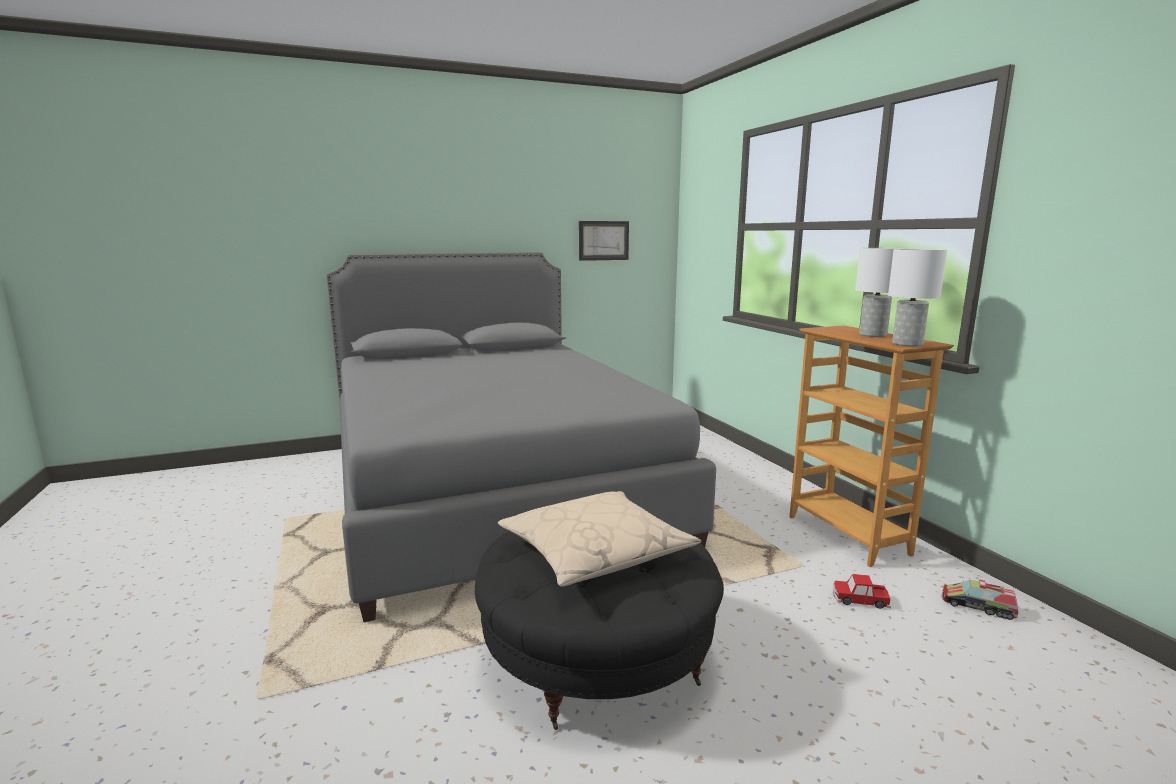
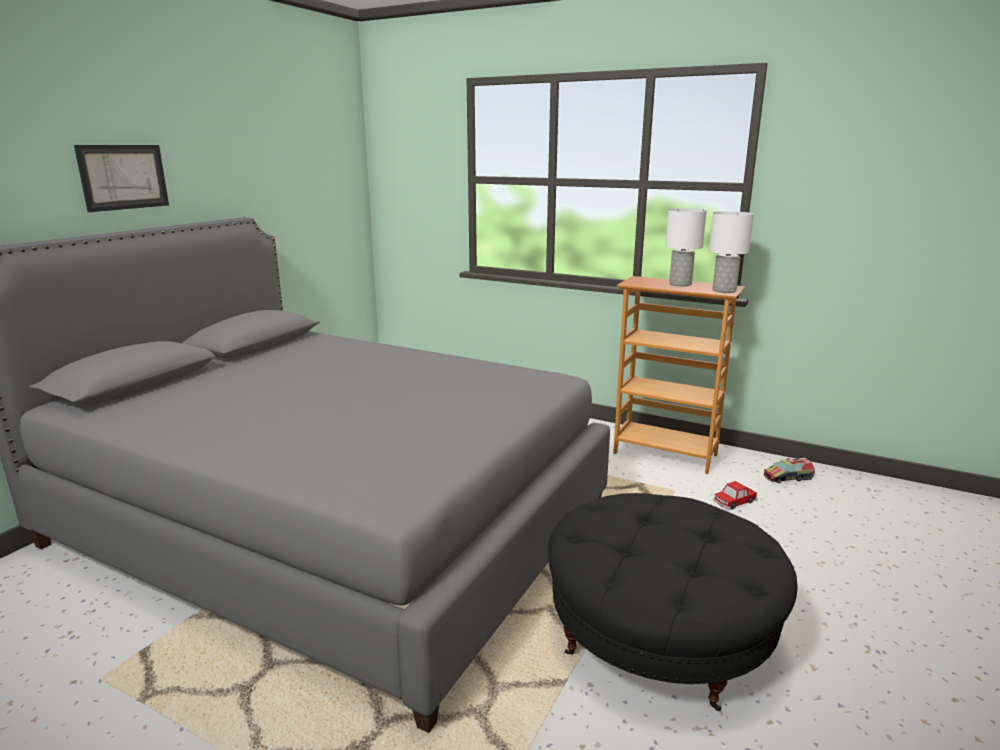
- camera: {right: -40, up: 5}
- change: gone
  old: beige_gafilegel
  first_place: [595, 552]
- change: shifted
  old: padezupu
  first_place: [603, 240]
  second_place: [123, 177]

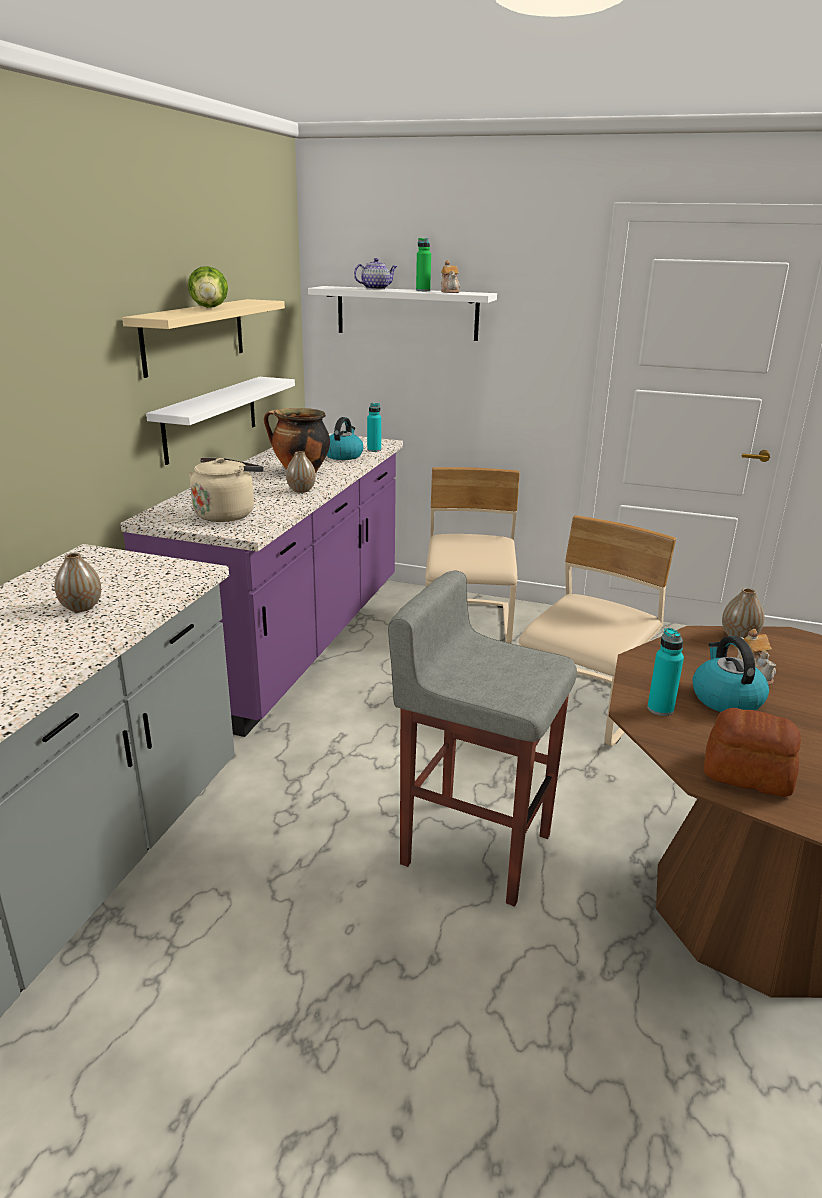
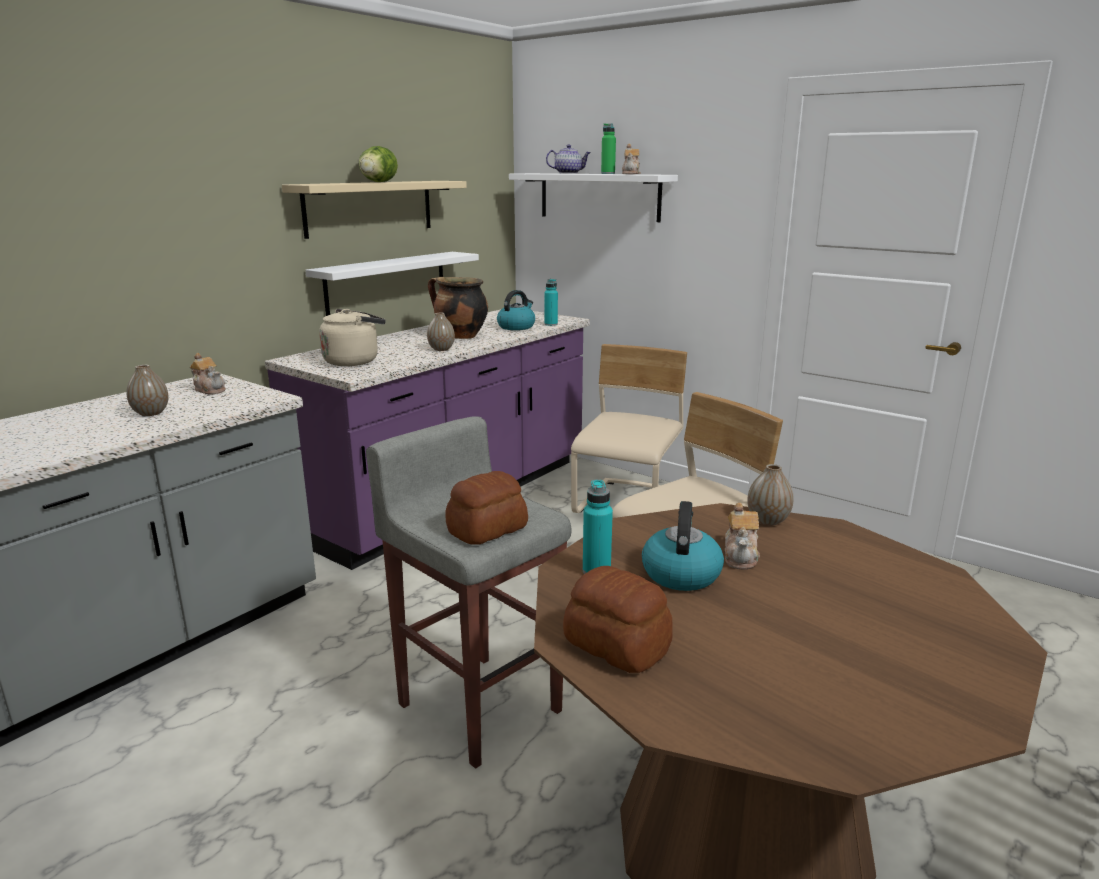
- camera: {right: 20, up: -5}
- change: new
  new: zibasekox
  second_place: [210, 390]
- change: new
  new: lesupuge
  second_place: [486, 530]

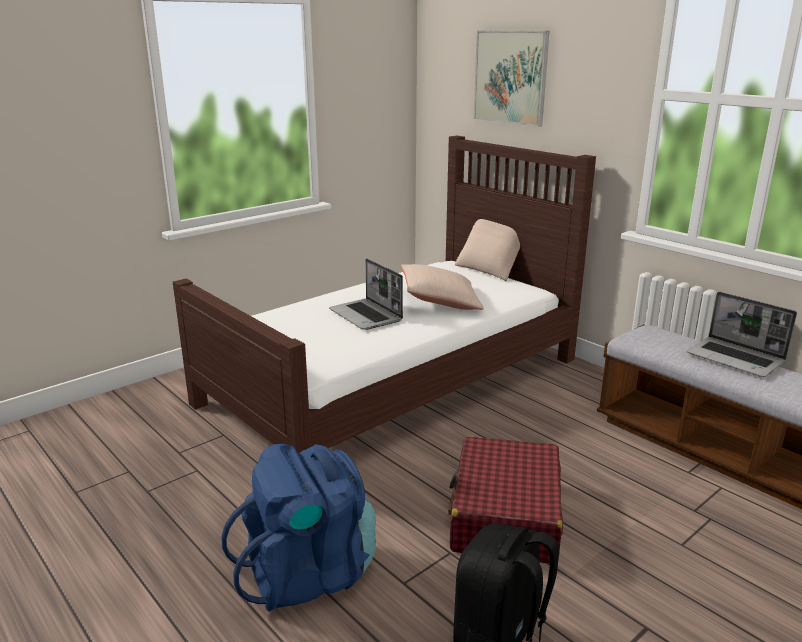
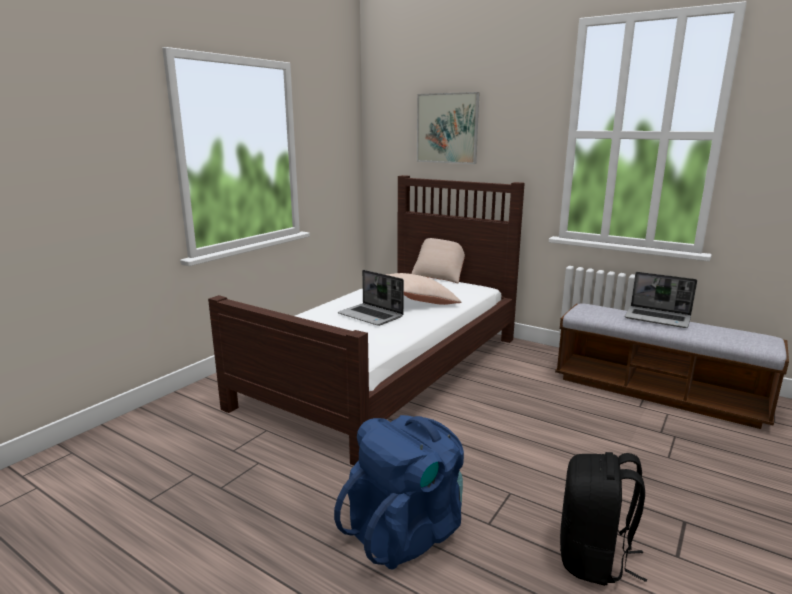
- camera: {right: -15, up: -5}
- change: gone
  old: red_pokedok
  first_place: [505, 515]

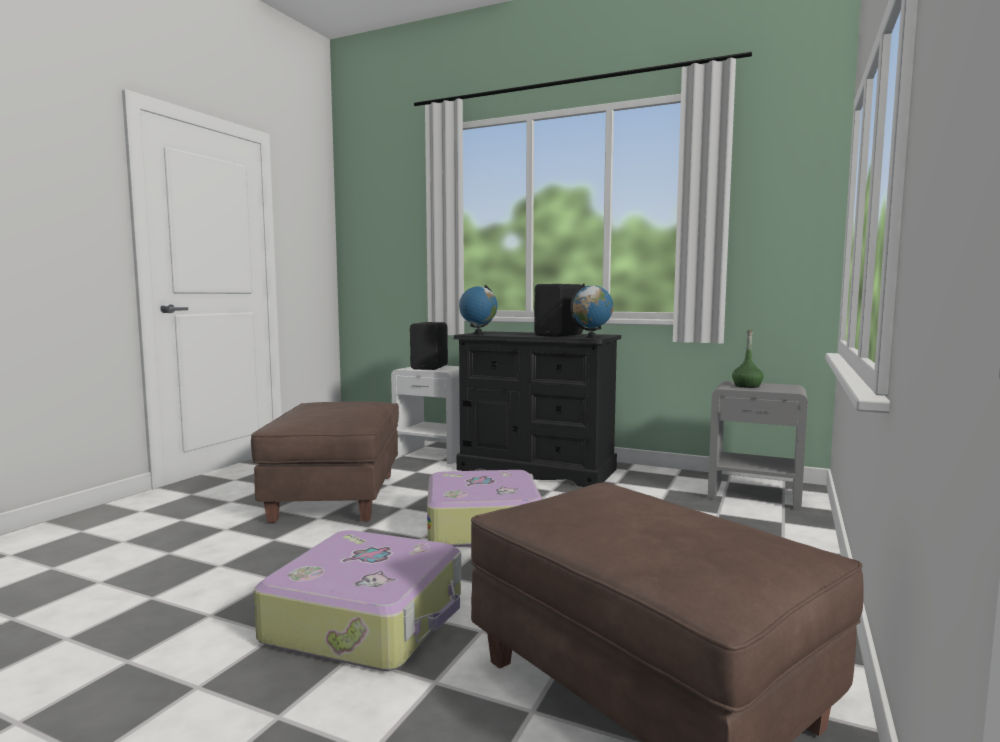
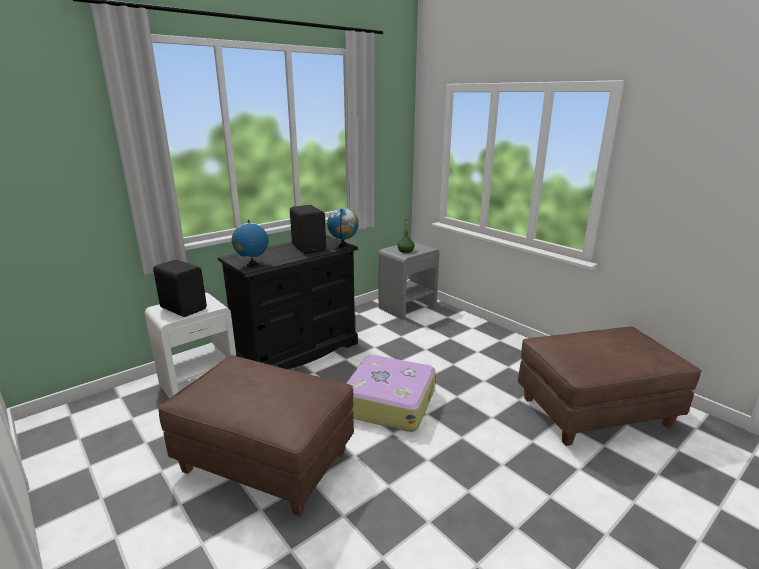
- camera: {right: -65, up: 15}
- change: gone
  old: pokedok
  first_place: [368, 619]

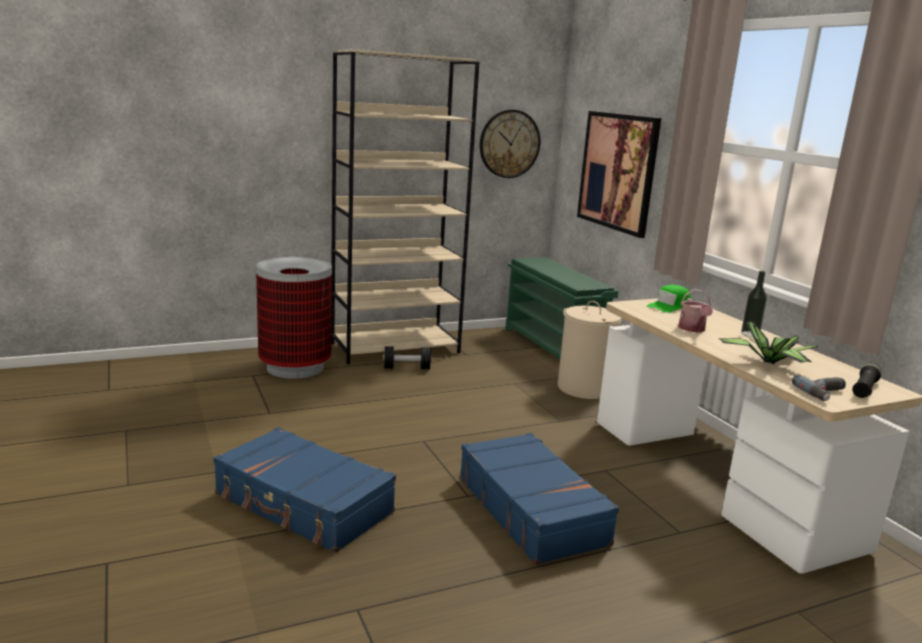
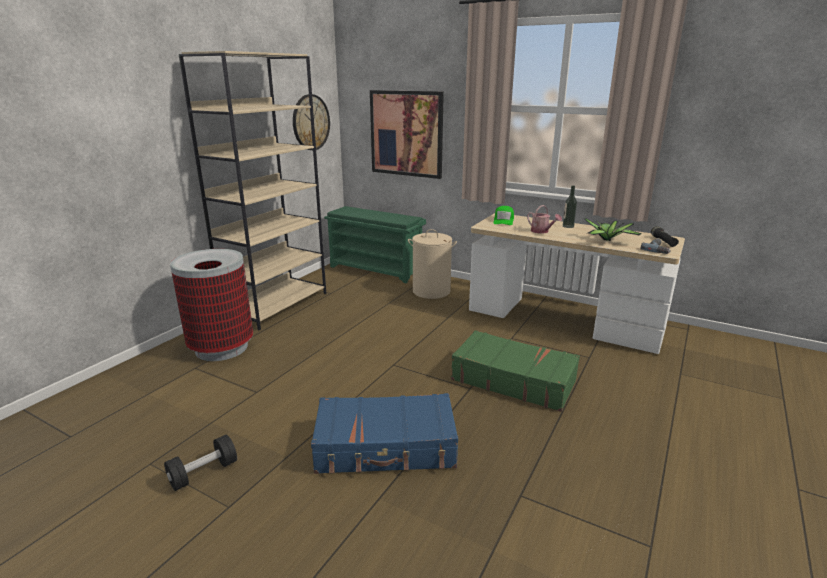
- camera: {right: -35, up: 5}
- change: shifted
  old: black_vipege
  first_place: [406, 368]
  second_place: [203, 473]
- change: repainted
  old: blue_pokedok
  new: green_pokedok
  first_place: [532, 510]
  second_place: [513, 380]

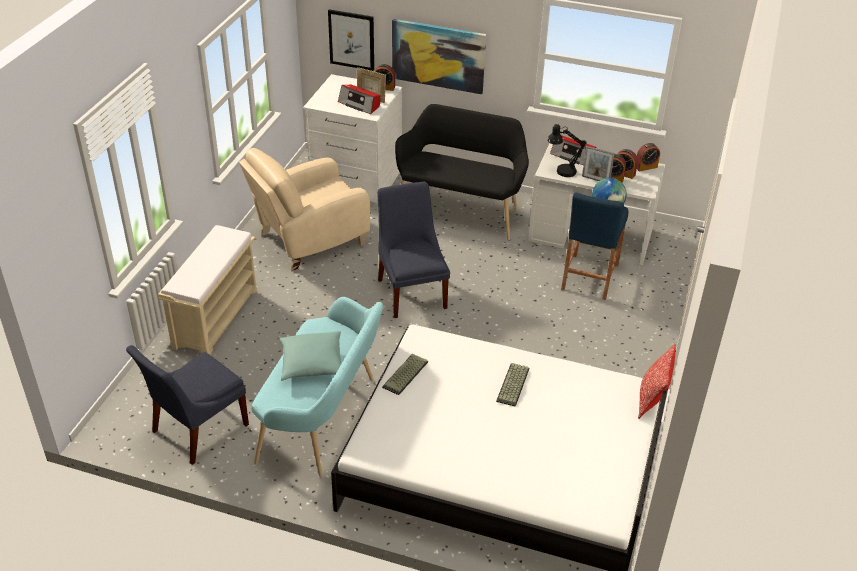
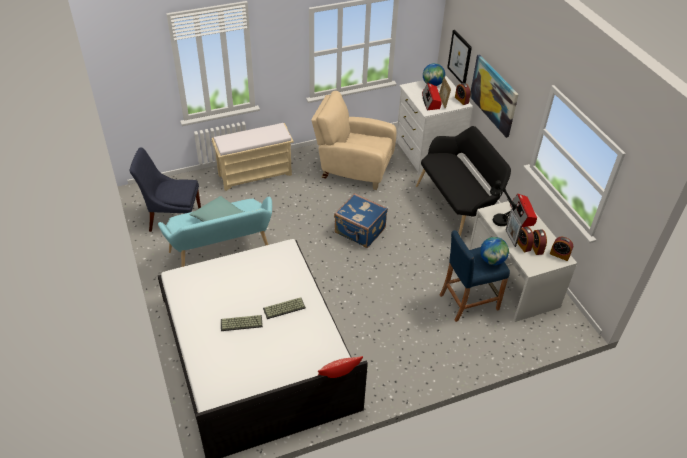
- camera: {right: 50, up: 5}
- change: new
  new: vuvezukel
  second_place: [432, 84]
- change: shifted
  old: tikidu
  first_place: [406, 375]
  second_place: [241, 324]
- change: swapped
  old: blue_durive
  new: blue_pokedok
  first_place: [412, 291]
  second_place: [359, 231]

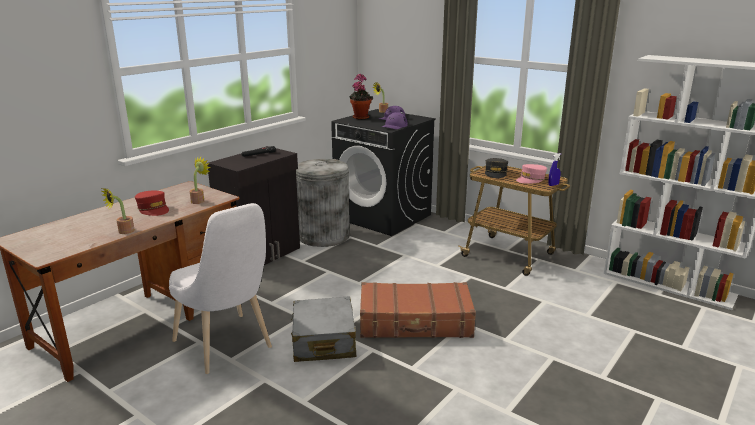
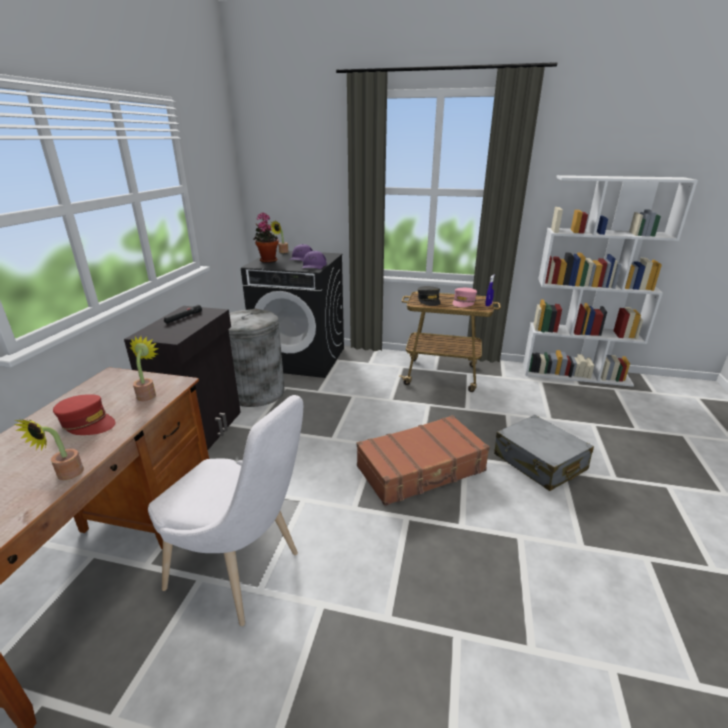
- camera: {right: -25, up: 5}
- change: shifted
  old: grey_pokedok
  first_place: [324, 341]
  second_place: [539, 462]

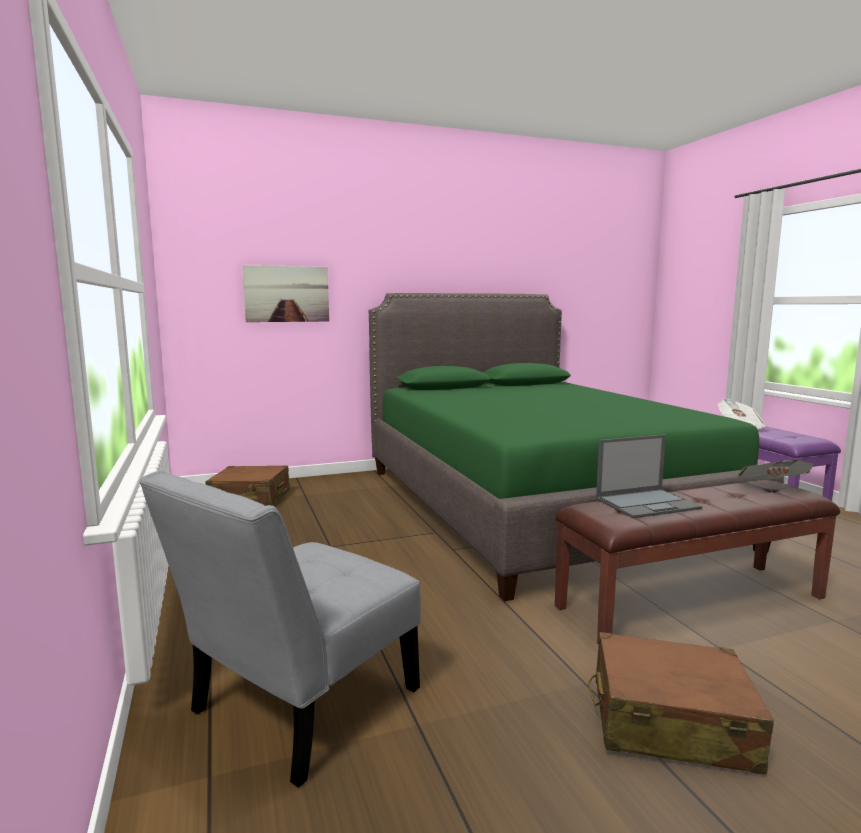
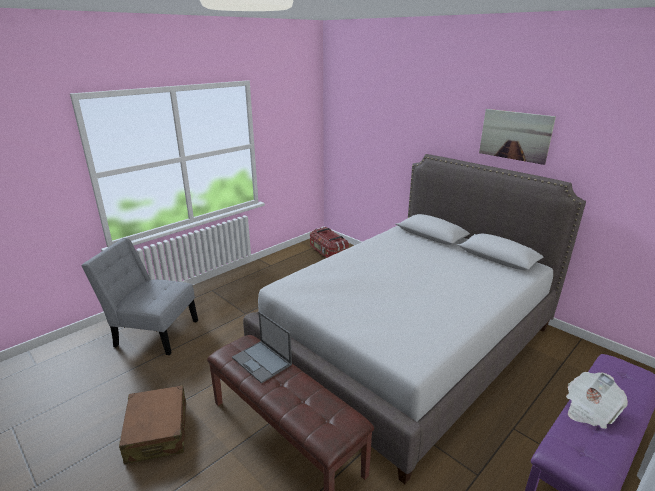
- camera: {right: 65, up: 15}
- change: gone
  old: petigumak
  first_place: [771, 488]
- change: shifted
  old: padezupu
  first_place: [287, 294]
  second_place: [515, 135]
- change: swapped
  old: brown_pokedok
  new: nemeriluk
  first_place: [250, 498]
  second_place: [328, 253]
- change: repainted
  old: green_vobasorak
  new: grey_vobasorak
  first_place: [534, 504]
  second_place: [407, 344]

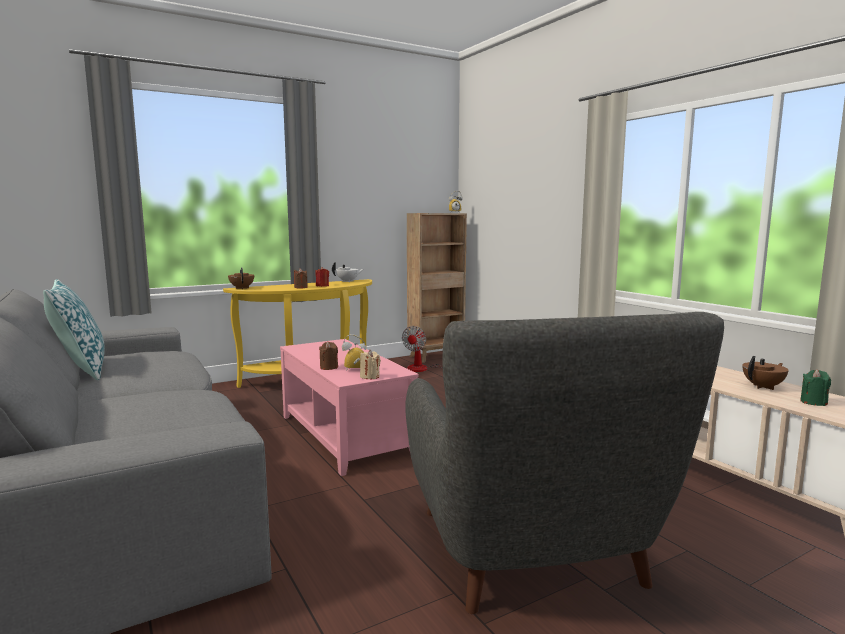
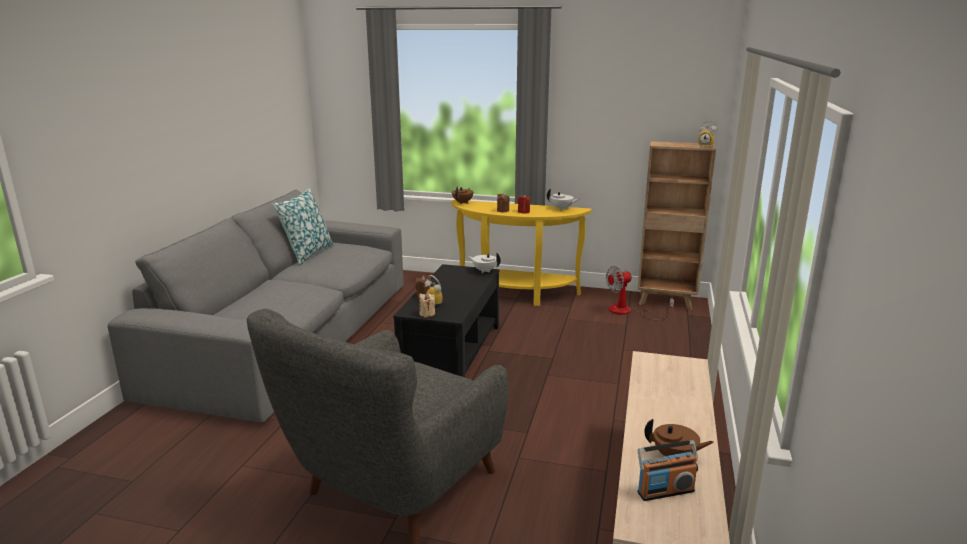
- camera: {right: 45, up: 10}
- change: new
  new: white_zibasekox
  second_place: [484, 271]
- change: swapped
  old: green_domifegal
  new: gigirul
  first_place: [813, 402]
  second_place: [665, 491]
- change: repainted
  old: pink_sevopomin
  new: black_sevopomin
  first_place: [344, 435]
  second_place: [452, 352]

